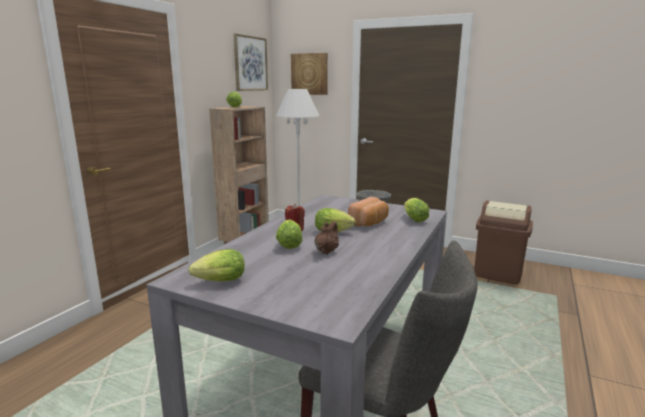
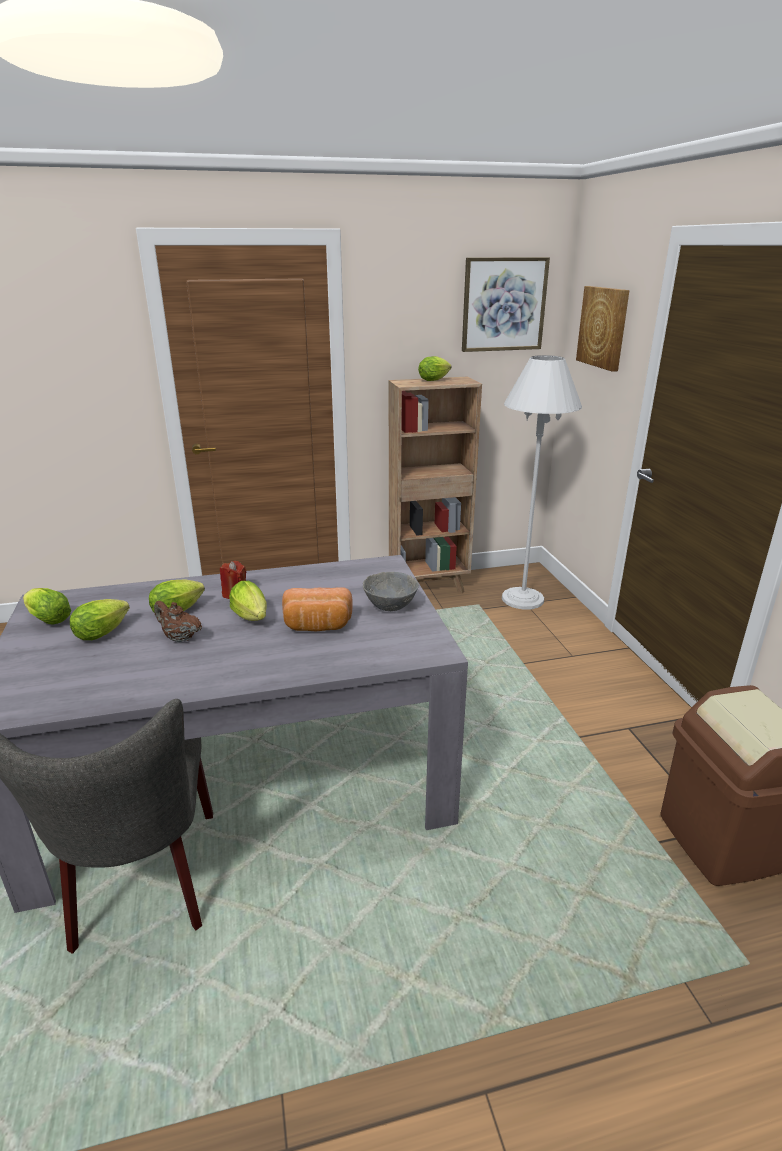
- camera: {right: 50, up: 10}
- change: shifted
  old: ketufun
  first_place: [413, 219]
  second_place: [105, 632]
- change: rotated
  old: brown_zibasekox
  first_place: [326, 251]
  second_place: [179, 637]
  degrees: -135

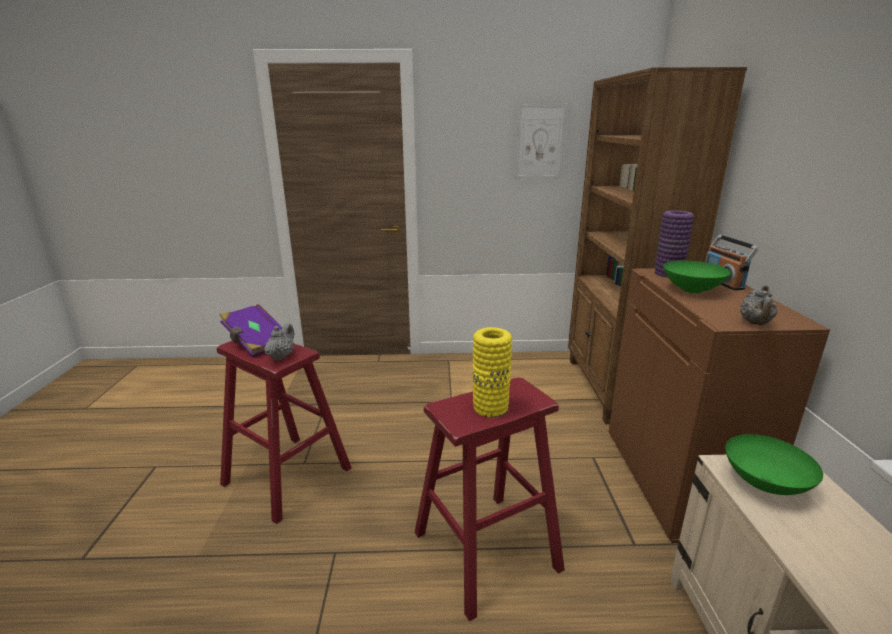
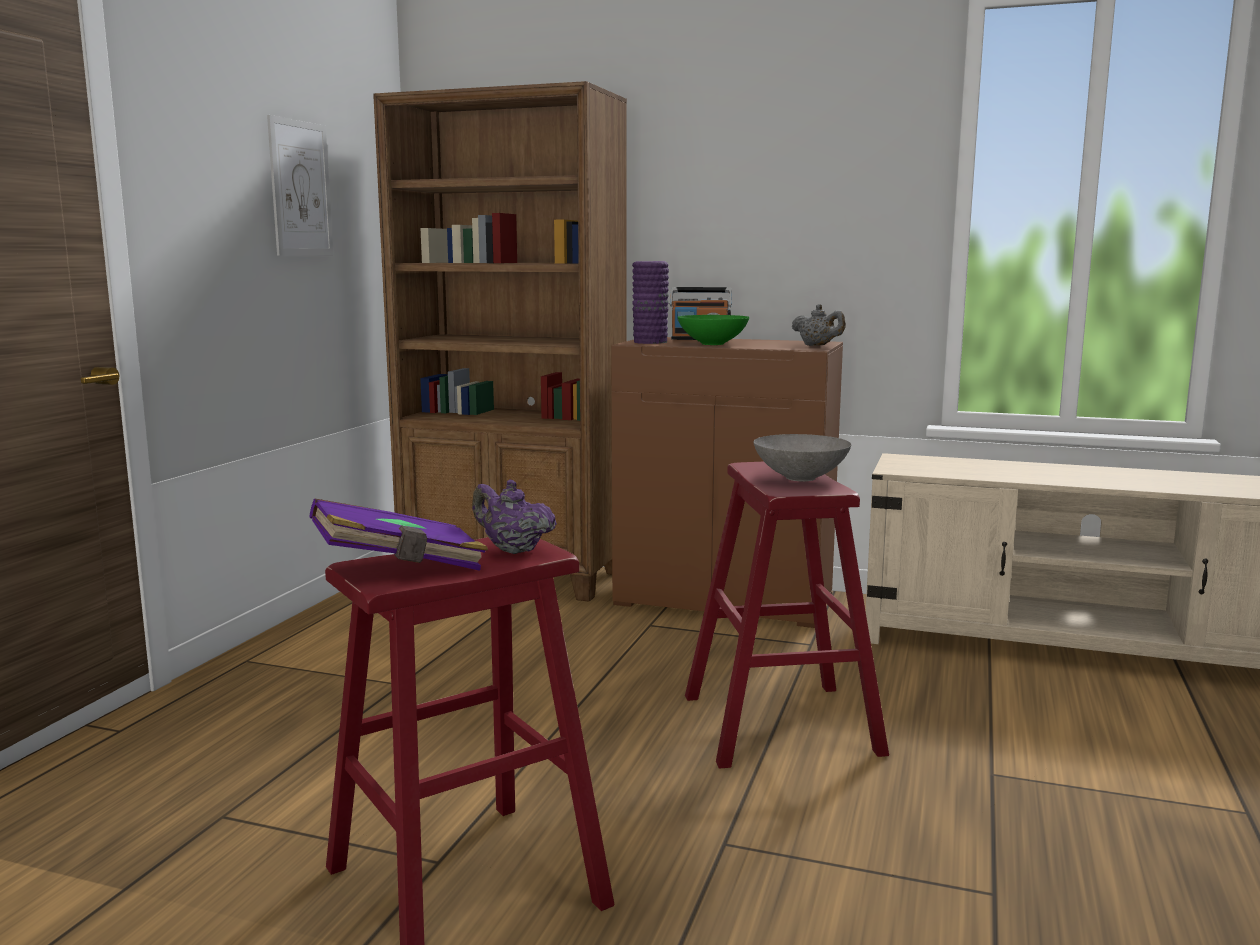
- camera: {right: -70, up: -10}
- change: gone
  old: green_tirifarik
  first_place: [765, 484]
- change: swapped
  old: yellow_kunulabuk
  new: grey_tirifarik
  first_place: [490, 408]
  second_place: [798, 478]
- change: repainted
  old: grey_zibasekox
  new: purple_zibasekox
  first_place: [281, 356]
  second_place: [512, 550]

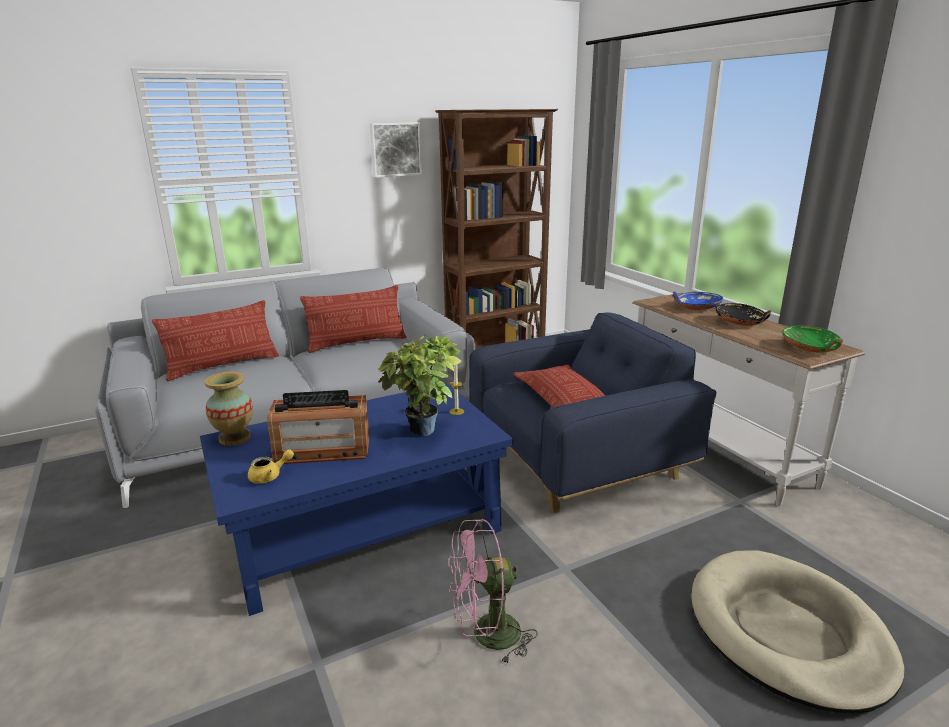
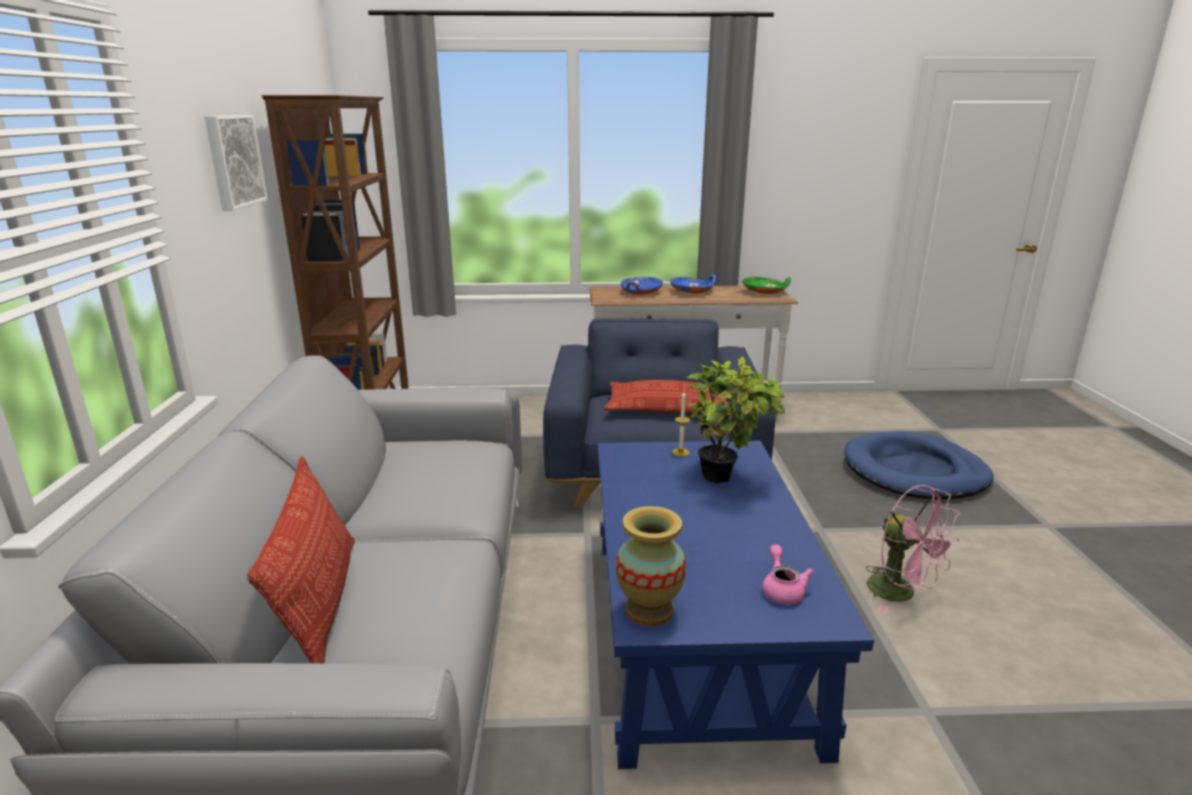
- camera: {right: -65, up: 0}
- change: gone
  old: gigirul
  first_place: [322, 450]
- change: gone
  old: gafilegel
  first_place: [357, 343]
- change: repainted
  old: yellow_zibasekox
  new: pink_zibasekox
  first_place: [270, 476]
  second_place: [782, 589]
- change: repainted
  old: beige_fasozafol
  new: blue_fasozafol
  first_place: [787, 632]
  second_place: [914, 472]
- change: repainted
  old: black_tirifarik
  new: blue_tirifarik
  first_place: [740, 322]
  second_place: [692, 292]
- change: rotated
  old: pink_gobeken
  first_place: [486, 636]
  second_place: [901, 593]
  degrees: -45

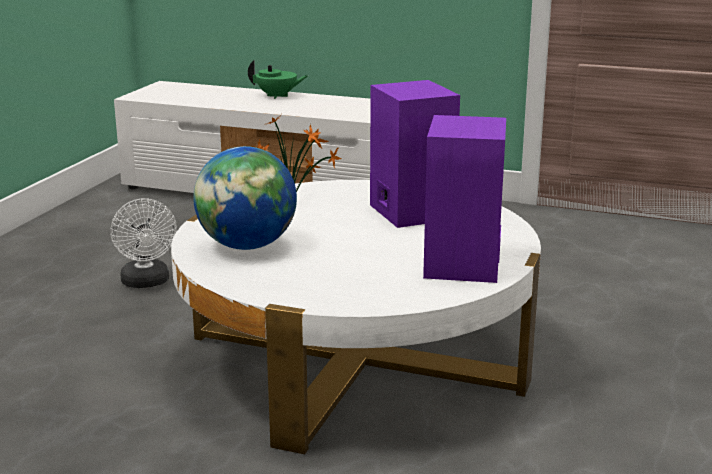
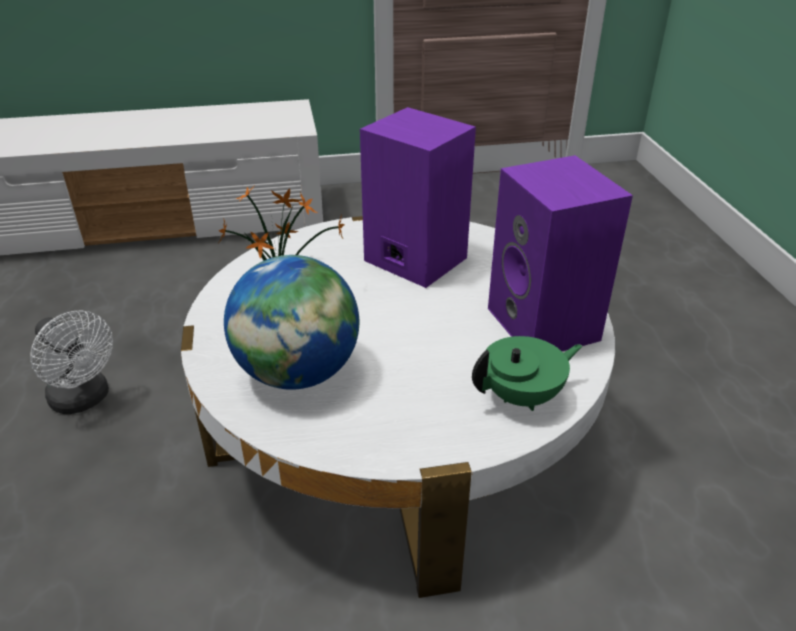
- camera: {right: -30, up: 15}
- change: shifted
  old: green_zibasekox
  first_place: [277, 96]
  second_place: [522, 396]

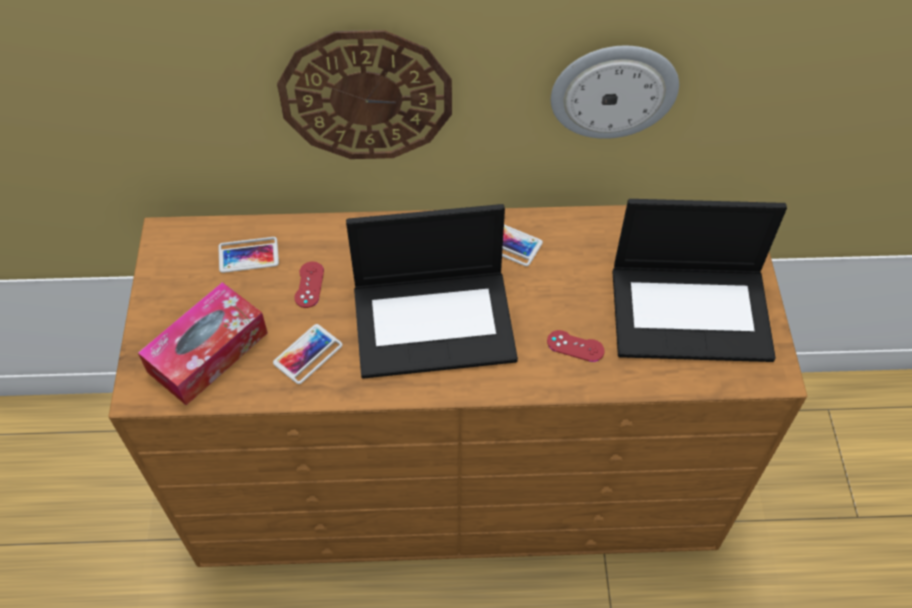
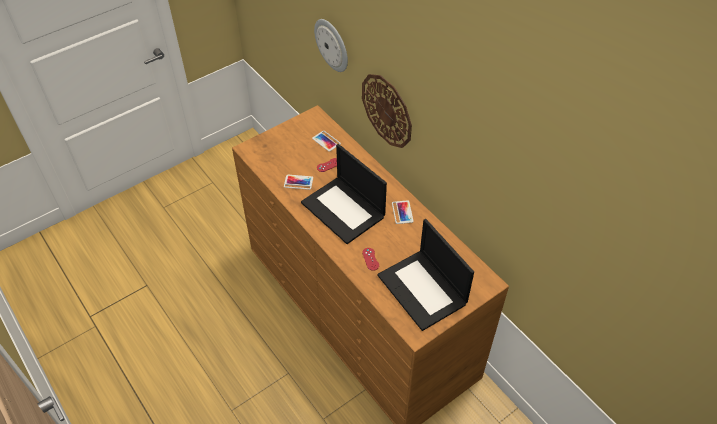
- camera: {right: 55, up: -5}
- change: gone
  old: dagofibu
  first_place: [208, 352]
- change: shifted
  old: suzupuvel
  first_place: [613, 90]
  second_place: [332, 45]

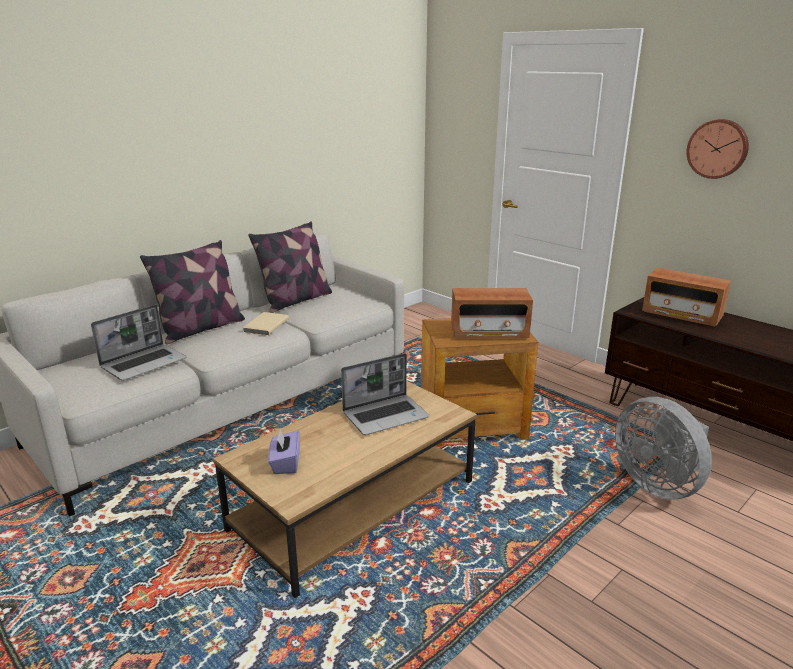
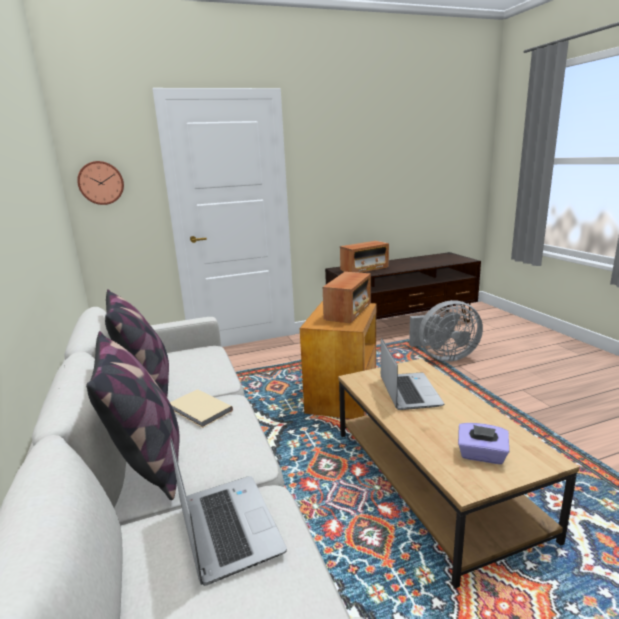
- camera: {right: -65, up: -5}
- change: shifted
  old: suzupuvel
  first_place: [718, 148]
  second_place: [101, 183]

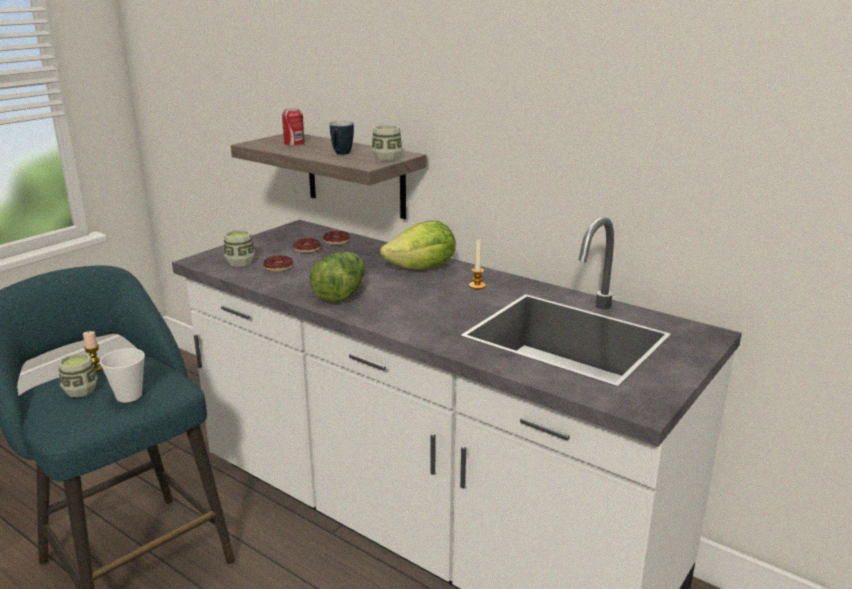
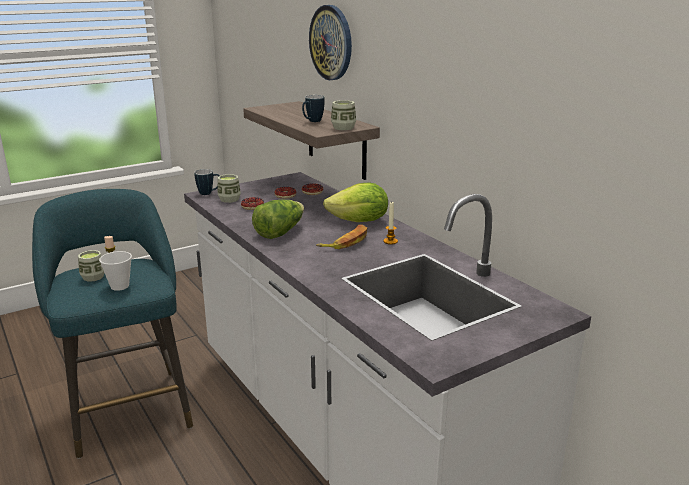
- camera: {right: 20, up: 0}
- change: gone
  old: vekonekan
  first_place: [294, 144]
- change: new
  new: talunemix
  second_place: [209, 193]
- change: new
  new: suzupuvel
  second_place: [331, 43]
- change: new
  new: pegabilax
  second_place: [346, 242]

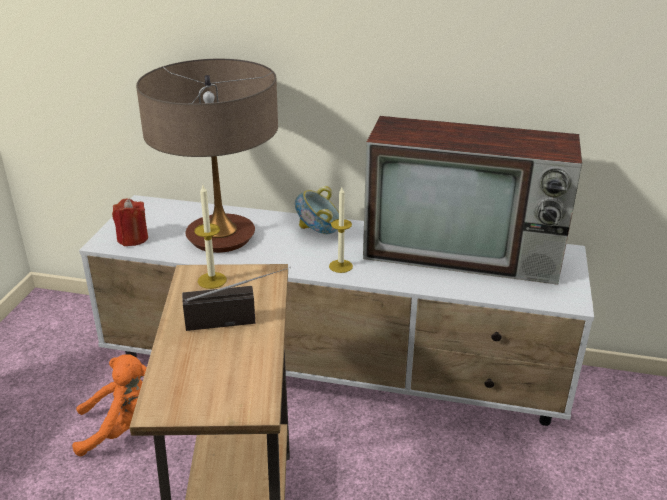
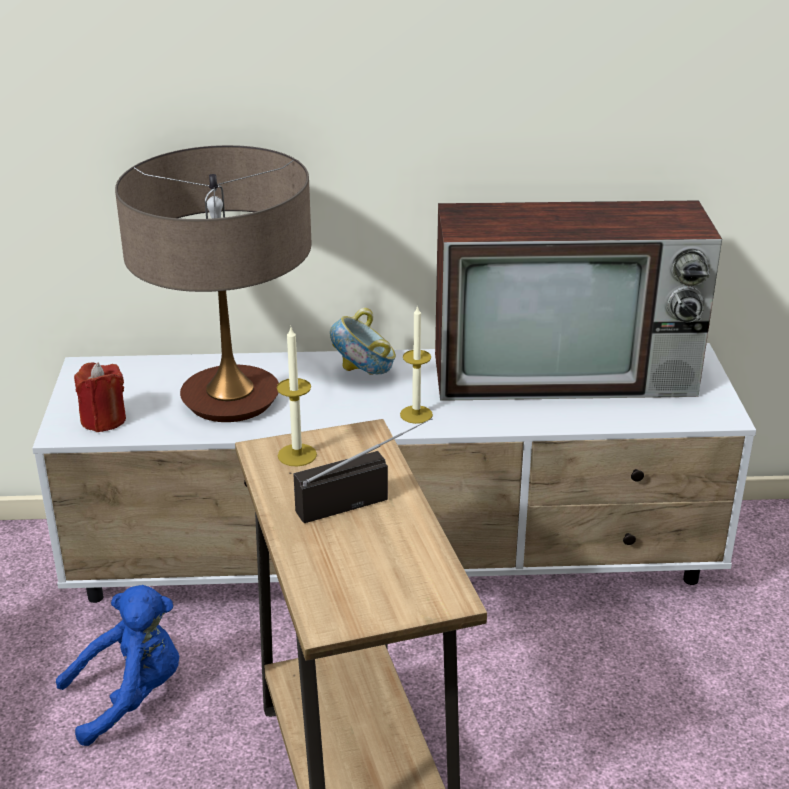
- camera: {right: -15, up: 0}
- change: repainted
  old: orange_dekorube
  new: blue_dekorube
  first_place: [122, 428]
  second_place: [130, 696]

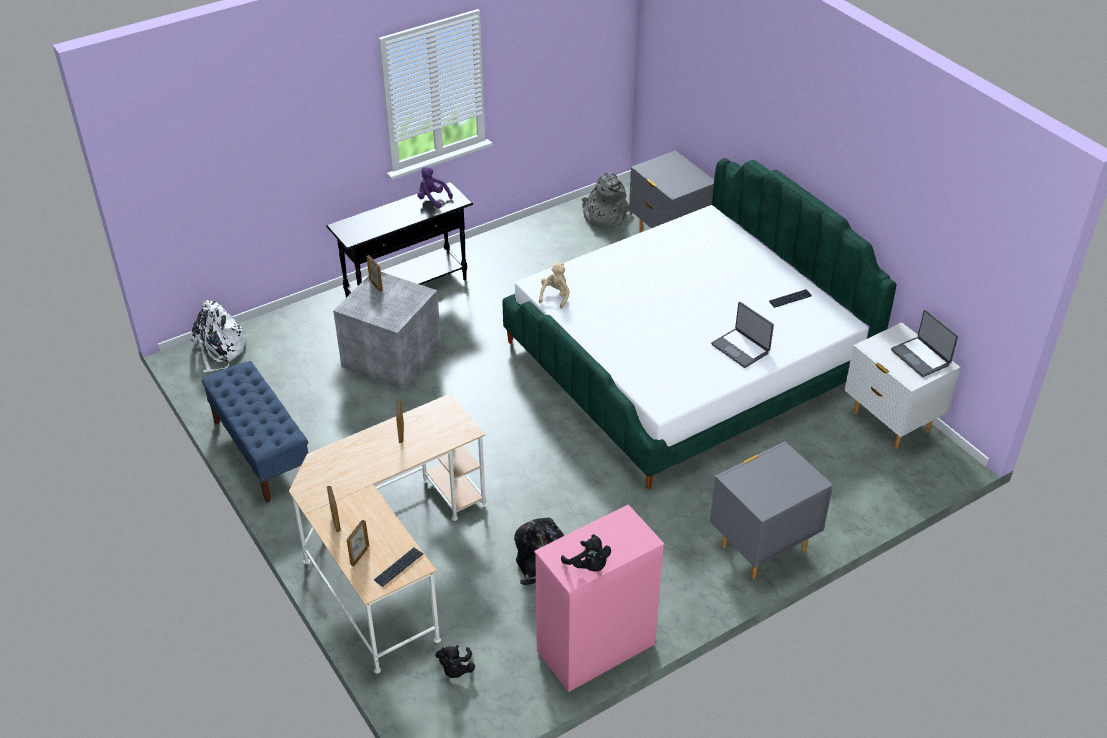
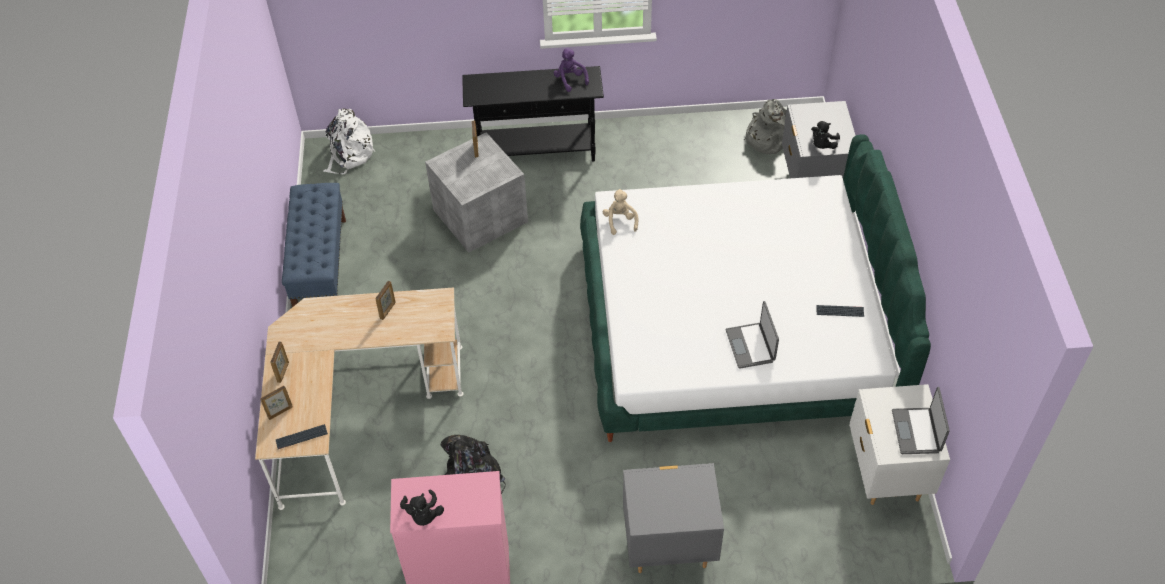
- camera: {right: 30, up: 10}
- change: shifted
  old: black_dekorube
  first_place: [455, 669]
  second_place: [822, 145]
- change: rotated
  old: beige_dekorube
  first_place: [555, 296]
  second_place: [620, 221]
  degrees: -60

